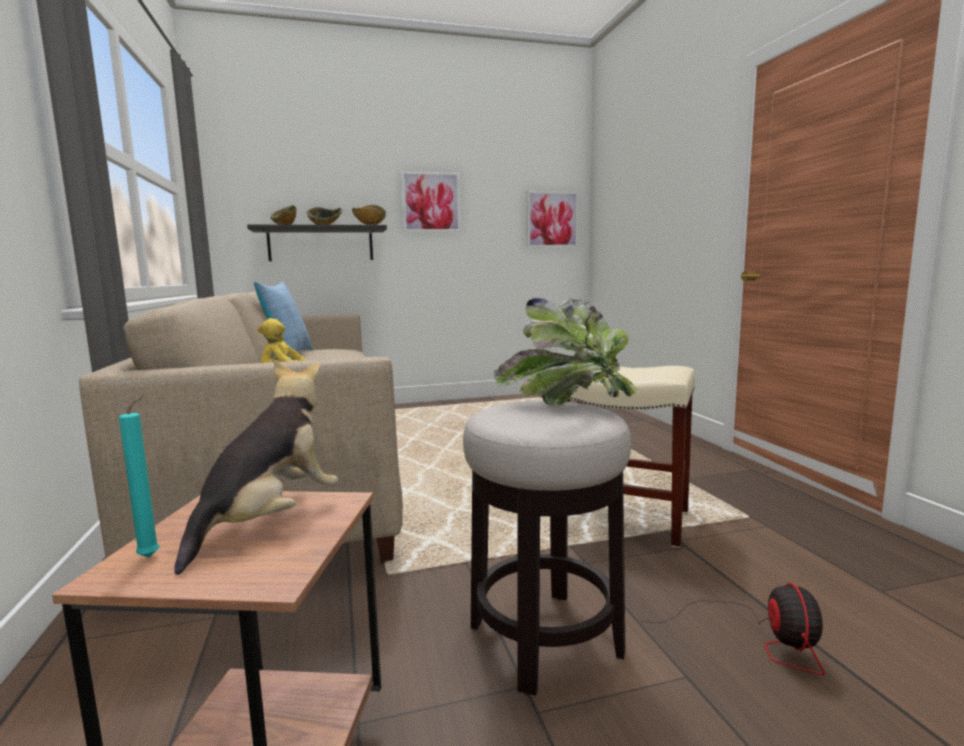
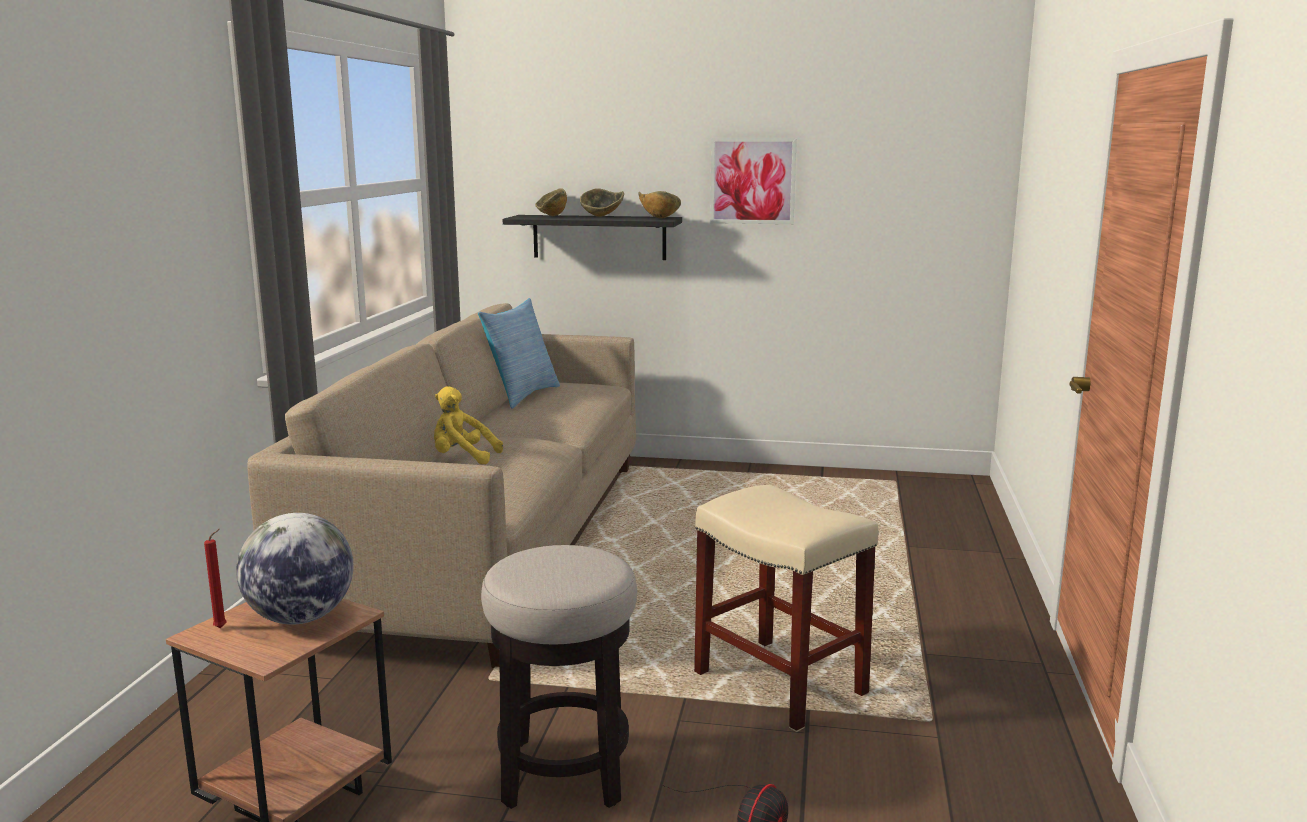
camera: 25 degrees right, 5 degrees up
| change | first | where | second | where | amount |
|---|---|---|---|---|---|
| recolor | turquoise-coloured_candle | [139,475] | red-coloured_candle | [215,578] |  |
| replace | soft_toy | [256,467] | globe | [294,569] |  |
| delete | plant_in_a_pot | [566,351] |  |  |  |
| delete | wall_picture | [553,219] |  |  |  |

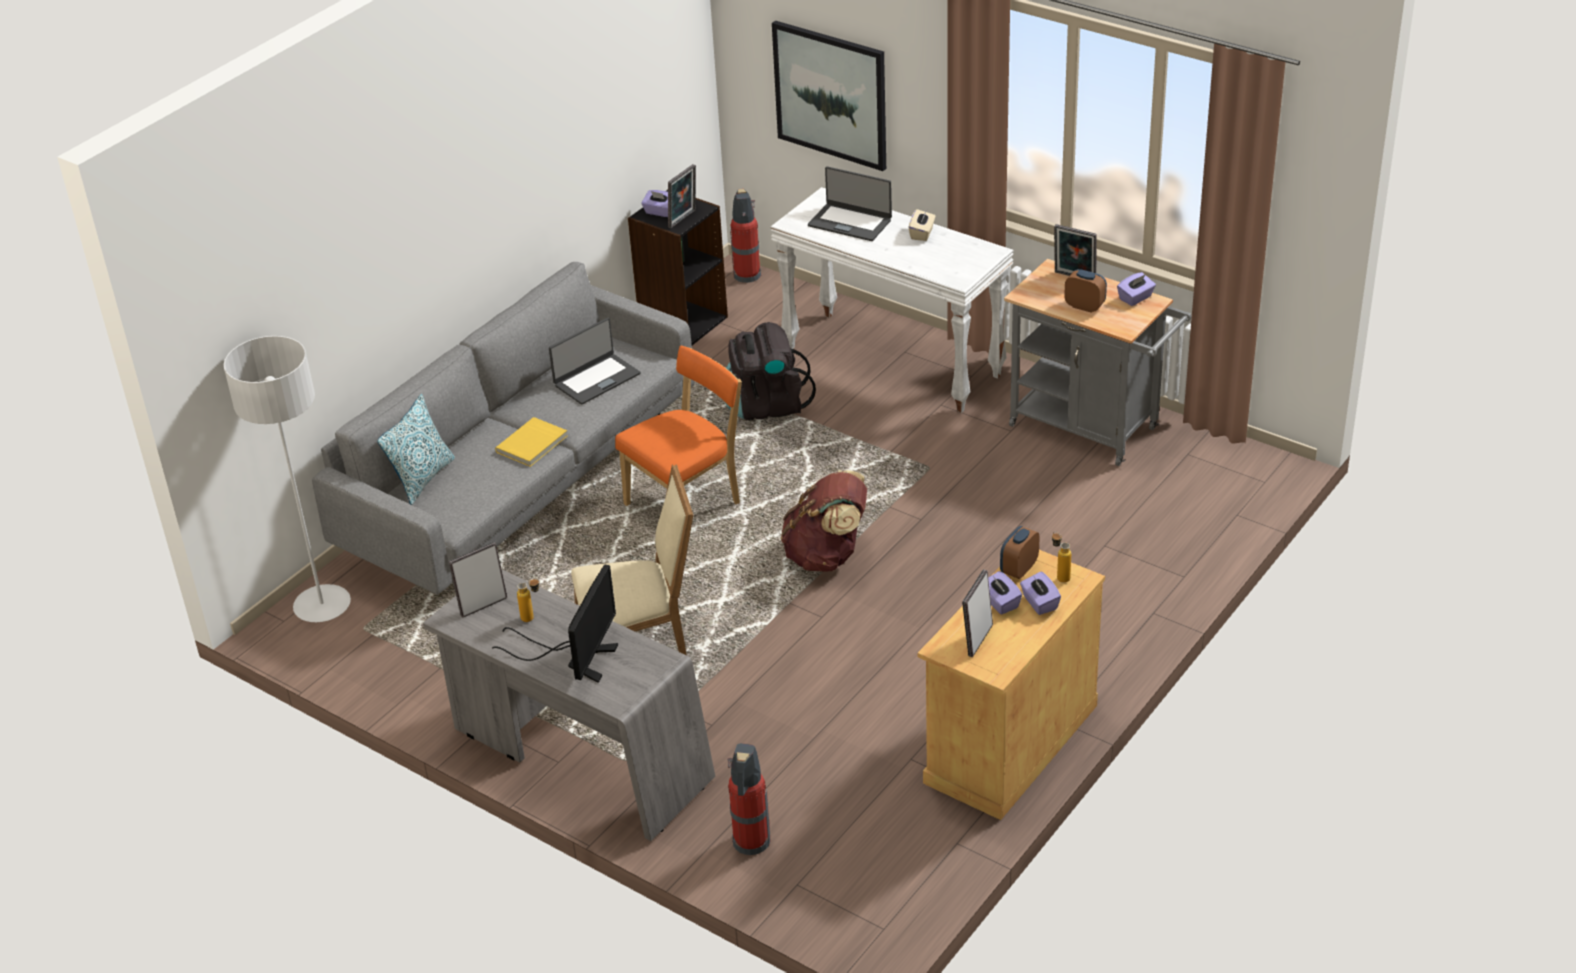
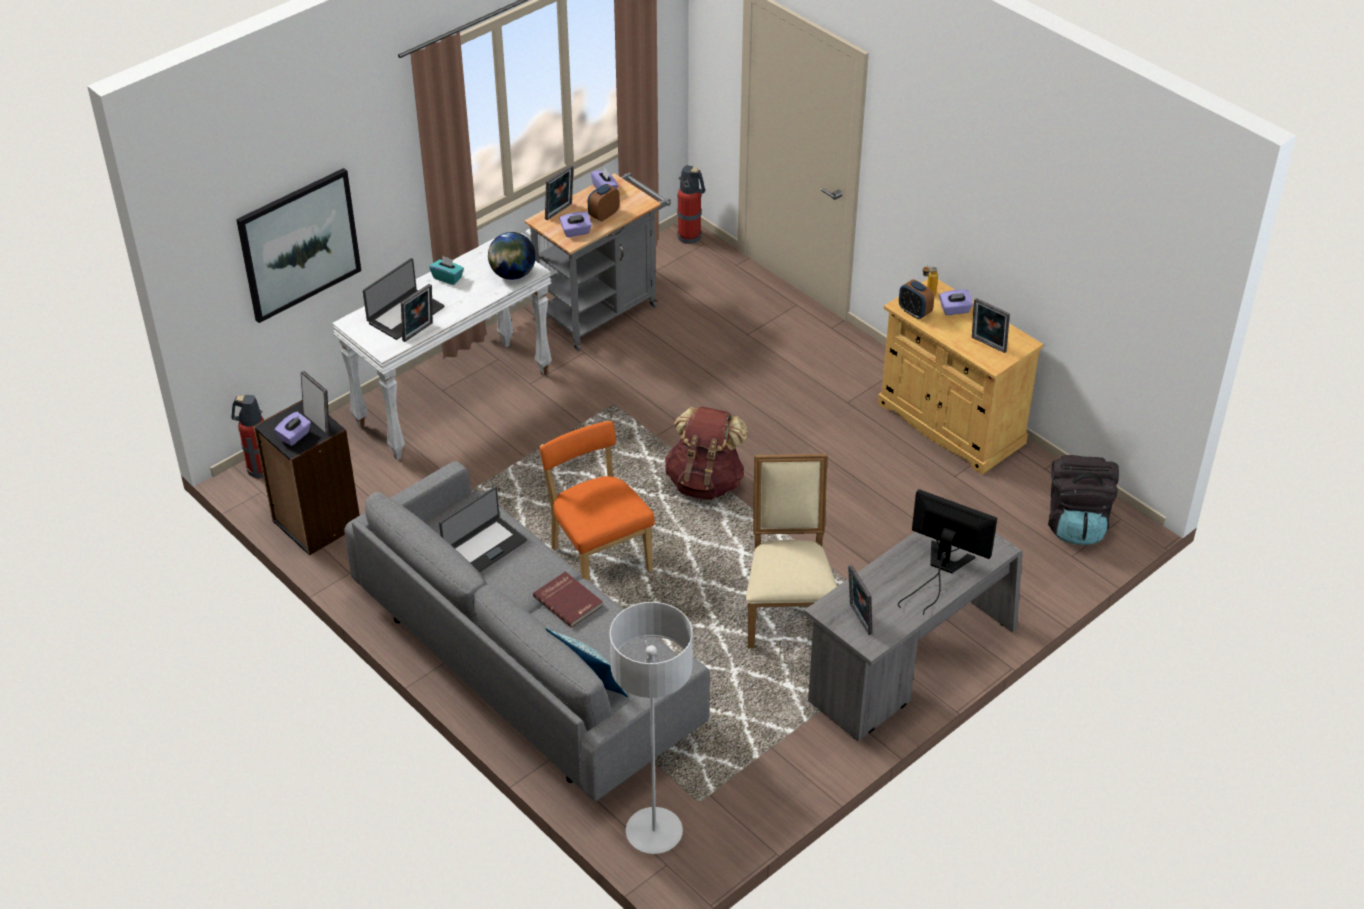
camera: 80 degrees left, 5 degrees up
| change | first | where | second | where | amount |
|---|---|---|---|---|---|
| insert |  |  | photo_frame | [417,312] |  |
| recolor | beige-coloured_tissue_holder | [921,225] | turquoise-coloured_tissue_holder | [446,270] |  |
| rotate | portable_computer | [594,361] |  | [483,529] | 75 degrees clockwise |
| insert |  |  | globe | [512,256] |  |
| recolor | yellow_bound_book | [531,442] | red-coloured_bound_book | [568,599] |  |
| move | purple-coloured_tissue_holder | [1005,593] |  | [576,224] |  |
| move | fire-fighting_cylinder | [748,799] |  | [691,204] |  |
| move | black-coloured_backpack | [770,371] |  | [1083,500] |  |
| delete | beverage_bottle | [528,600] |  |  |  |

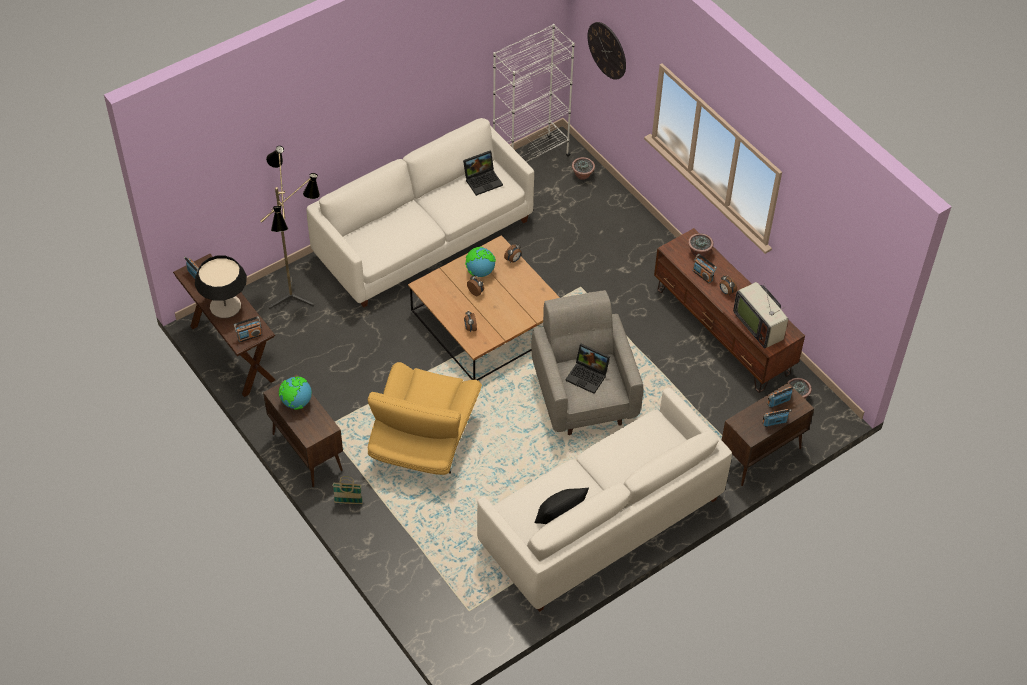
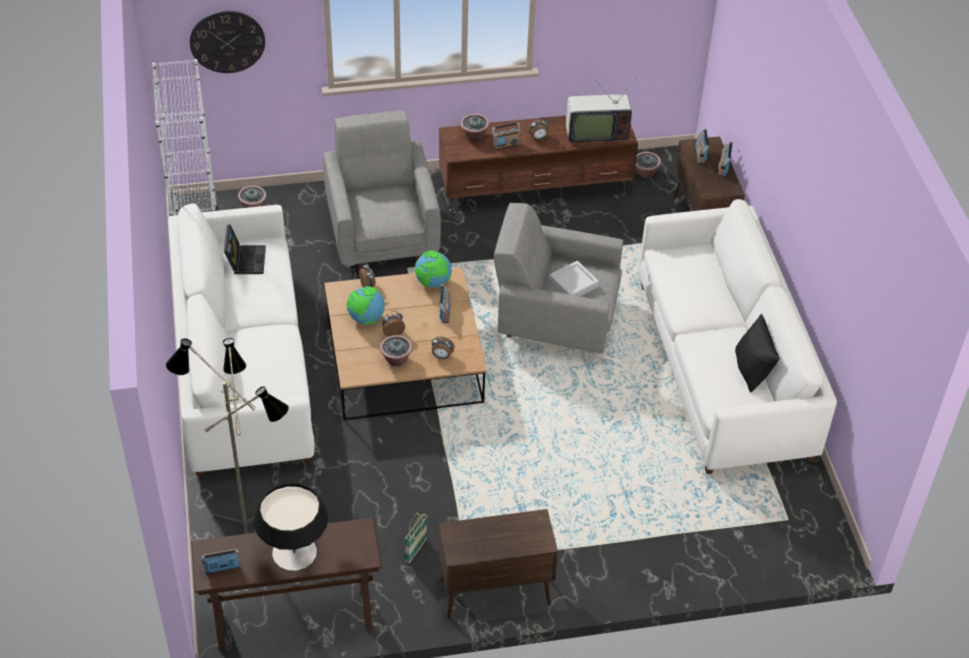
camera: 65 degrees left, 5 degrees down
| change | first | where | second | where | amount |
|---|---|---|---|---|---|
| insert |  |  | greyish_armchair | [382,189] |  |
| insert |  |  | plant_in_a_pot | [396,351] |  |
| move | household_basket | [348,490] |  | [416,538] |  |
| move | globe | [295,393] |  | [433,269] |  |
| move | radio_set | [248,329] |  | [445,303] |  |
| replace | portable_computer | [587,369] | greyish_carrying_tray | [574,278] |  |
| delete | yellow_armchair | [425,418] |  |  |  |

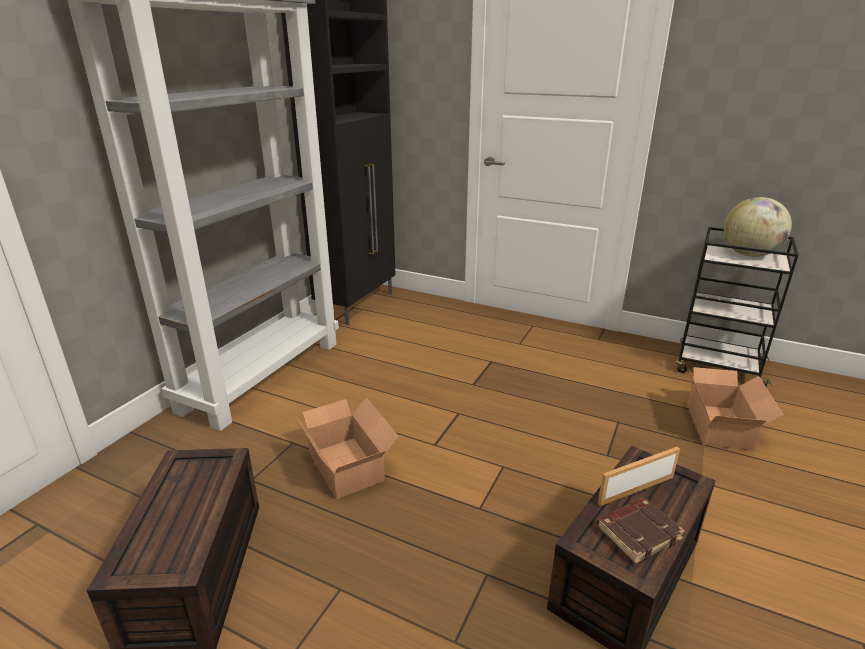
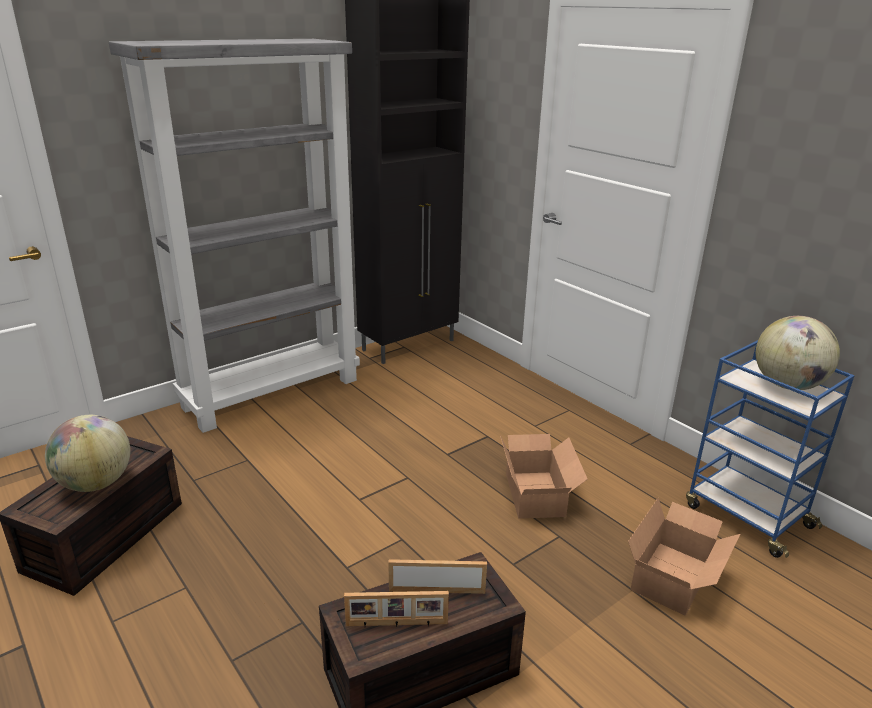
camera: 25 degrees right, 0 degrees up
| change | first | where | second | where | amount |
|---|---|---|---|---|---|
| insert |  |  | globe | [87,453] |  |
| replace | brown-coloured_bound_book | [641,531] | photo_frame | [396,609] |  |
| move | cardboard_box | [347,448] |  | [544,476] |  |
| recolor | black-coloured_trolley | [737,307] | bluish_trolley | [770,449] |  |

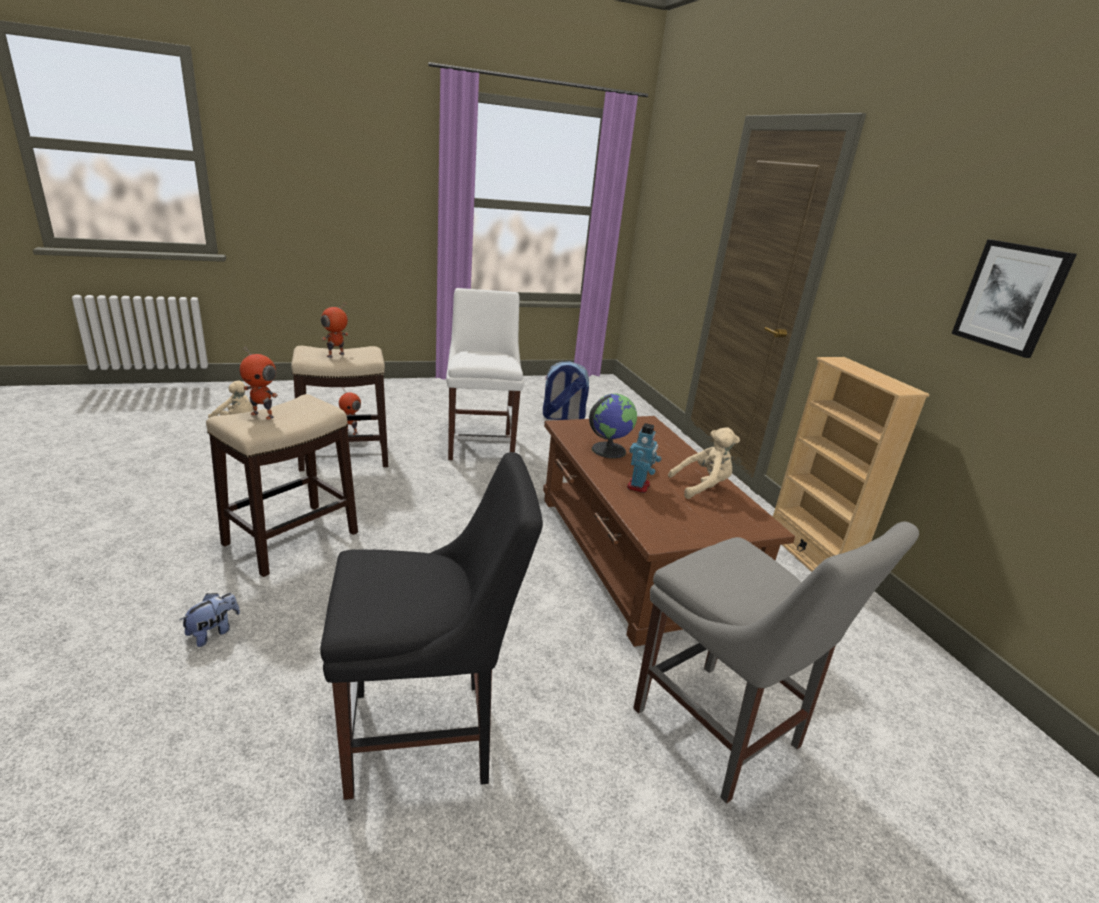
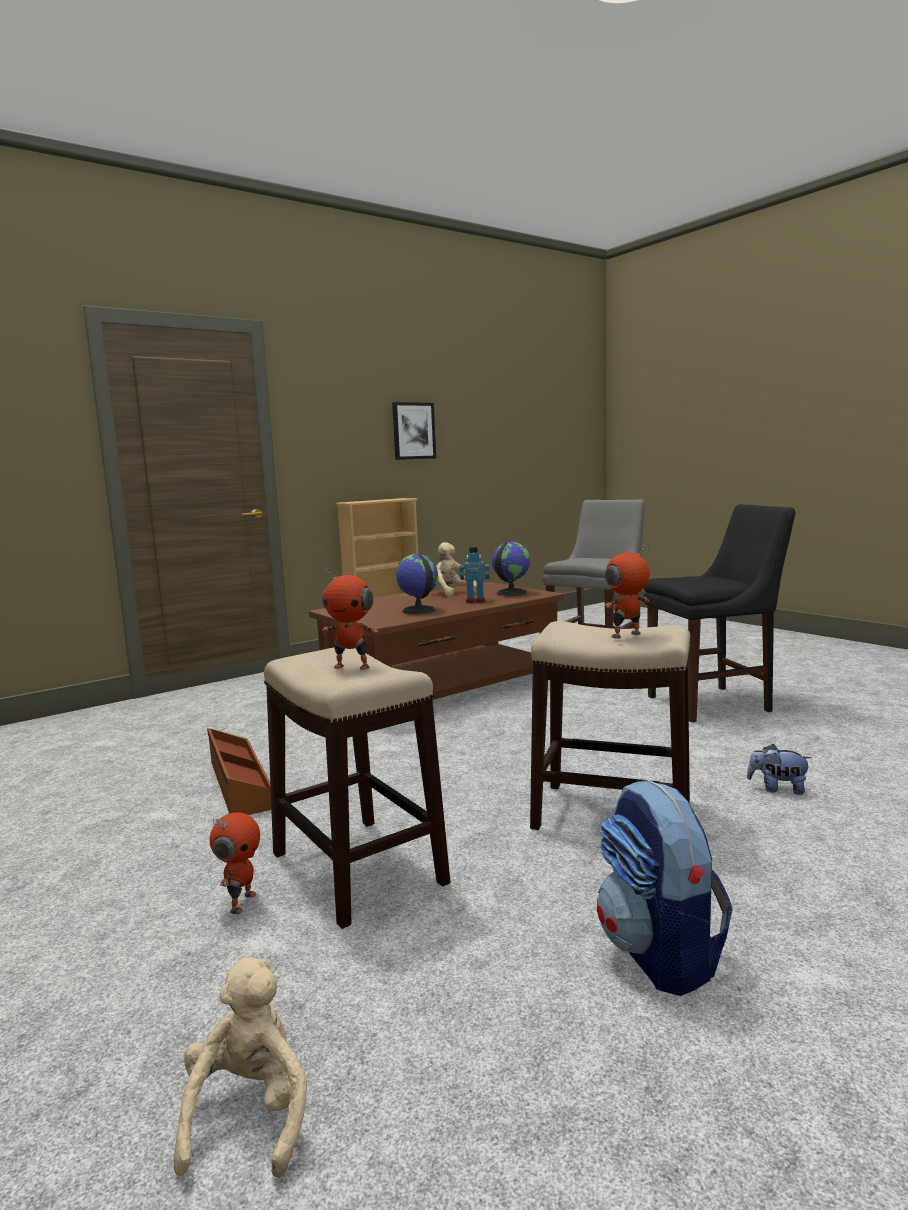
camera: 105 degrees left, 15 degrees down
| change | first | where | second | where | amount |
|---|---|---|---|---|---|
| replace | white_chair | [485,374] | brown-coloured_storage_bin | [239,771] |  |
| insert |  |  | globe | [511,569] |  |
| move | backpack | [566,390] |  | [665,888] |  |
| rotate | model_robot | [259,383] |  | [627,591] | 120 degrees counterclockwise |
| rotate | black-coloured_chair | [431,626] |  | [719,613] | 105 degrees clockwise |

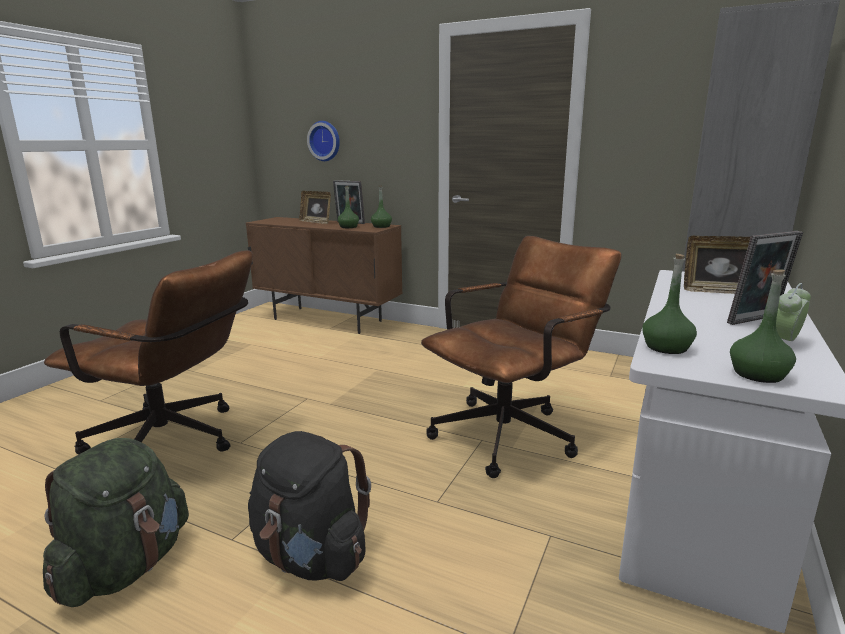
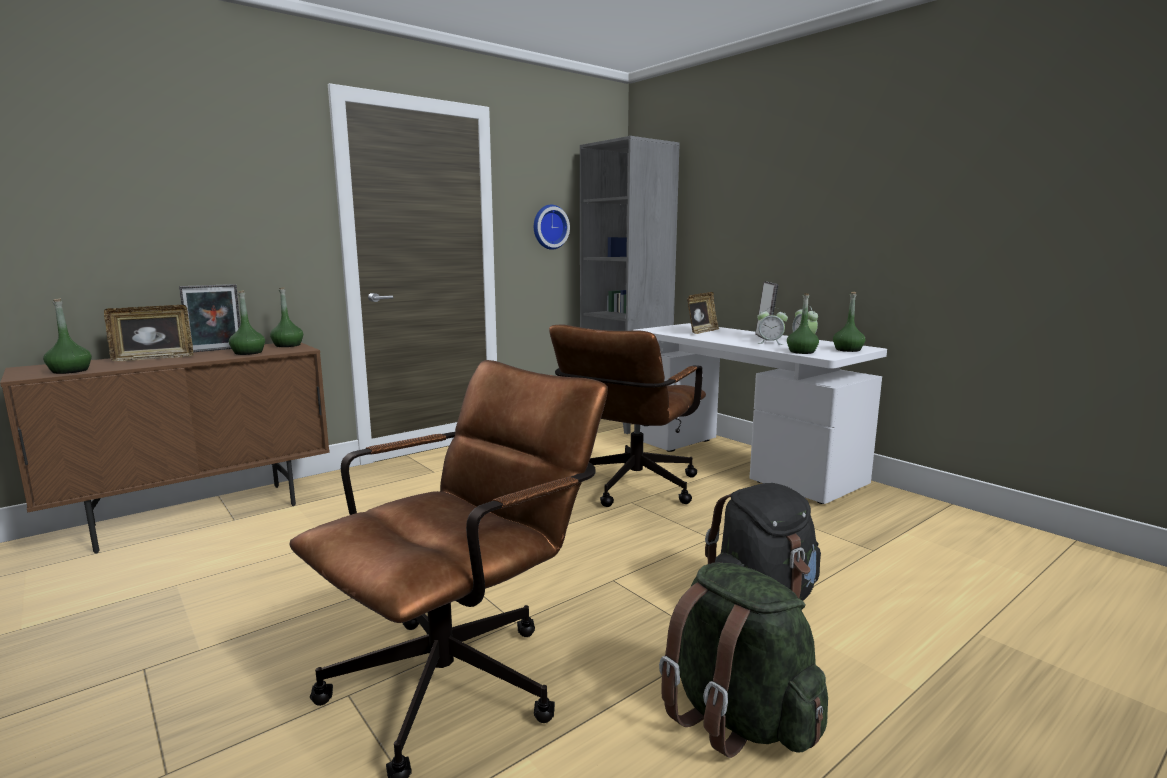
camera: 65 degrees left, 5 degrees down
| change | first | where | second | where | amount |
|---|---|---|---|---|---|
| insert |  |  | green-coloured_beverage_bottle | [67,336] |  |
| move | hanging_clock | [323,141] |  | [552,227] |  |
| rotate | brown-coloured_computer_chair | [521,357] |  | [627,416] | 135 degrees counterclockwise |
| insert |  |  | alarm_clock | [772,326] |  |

